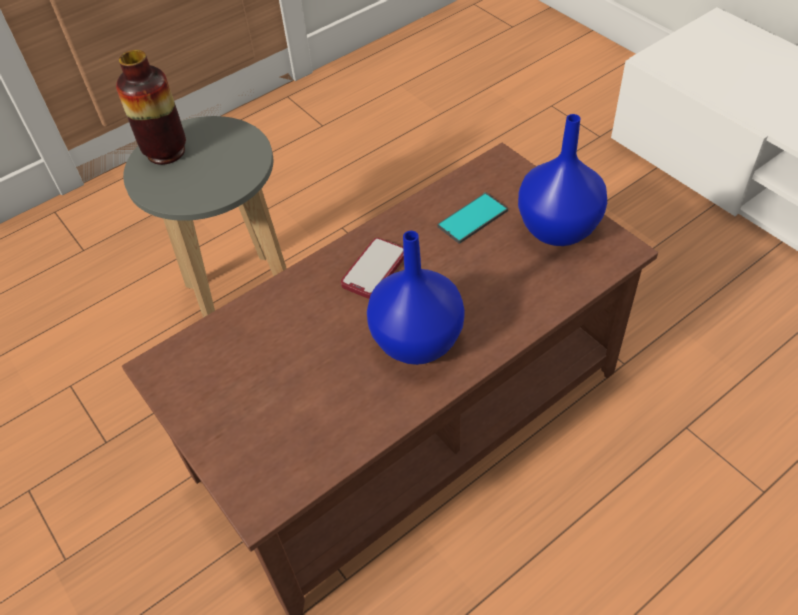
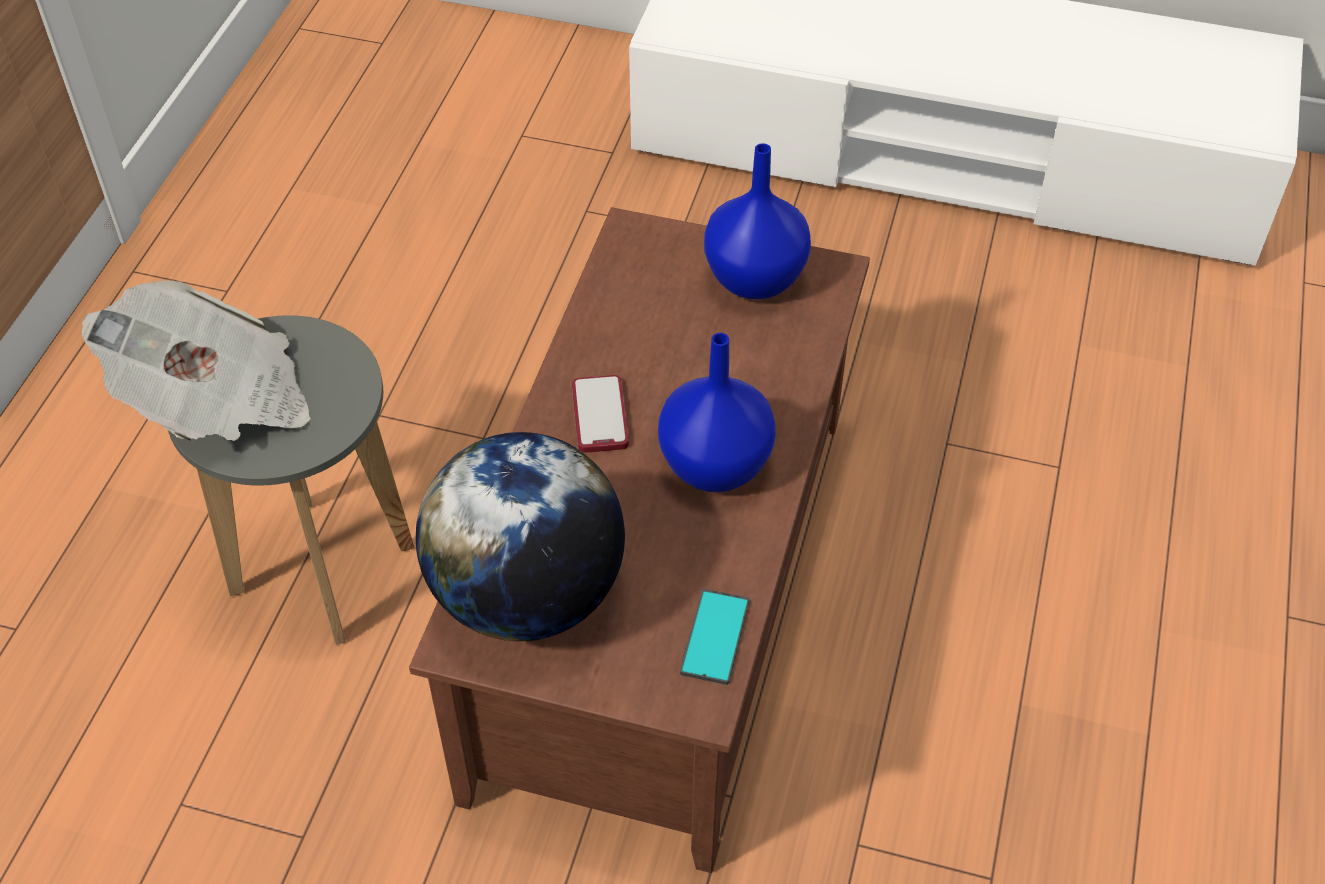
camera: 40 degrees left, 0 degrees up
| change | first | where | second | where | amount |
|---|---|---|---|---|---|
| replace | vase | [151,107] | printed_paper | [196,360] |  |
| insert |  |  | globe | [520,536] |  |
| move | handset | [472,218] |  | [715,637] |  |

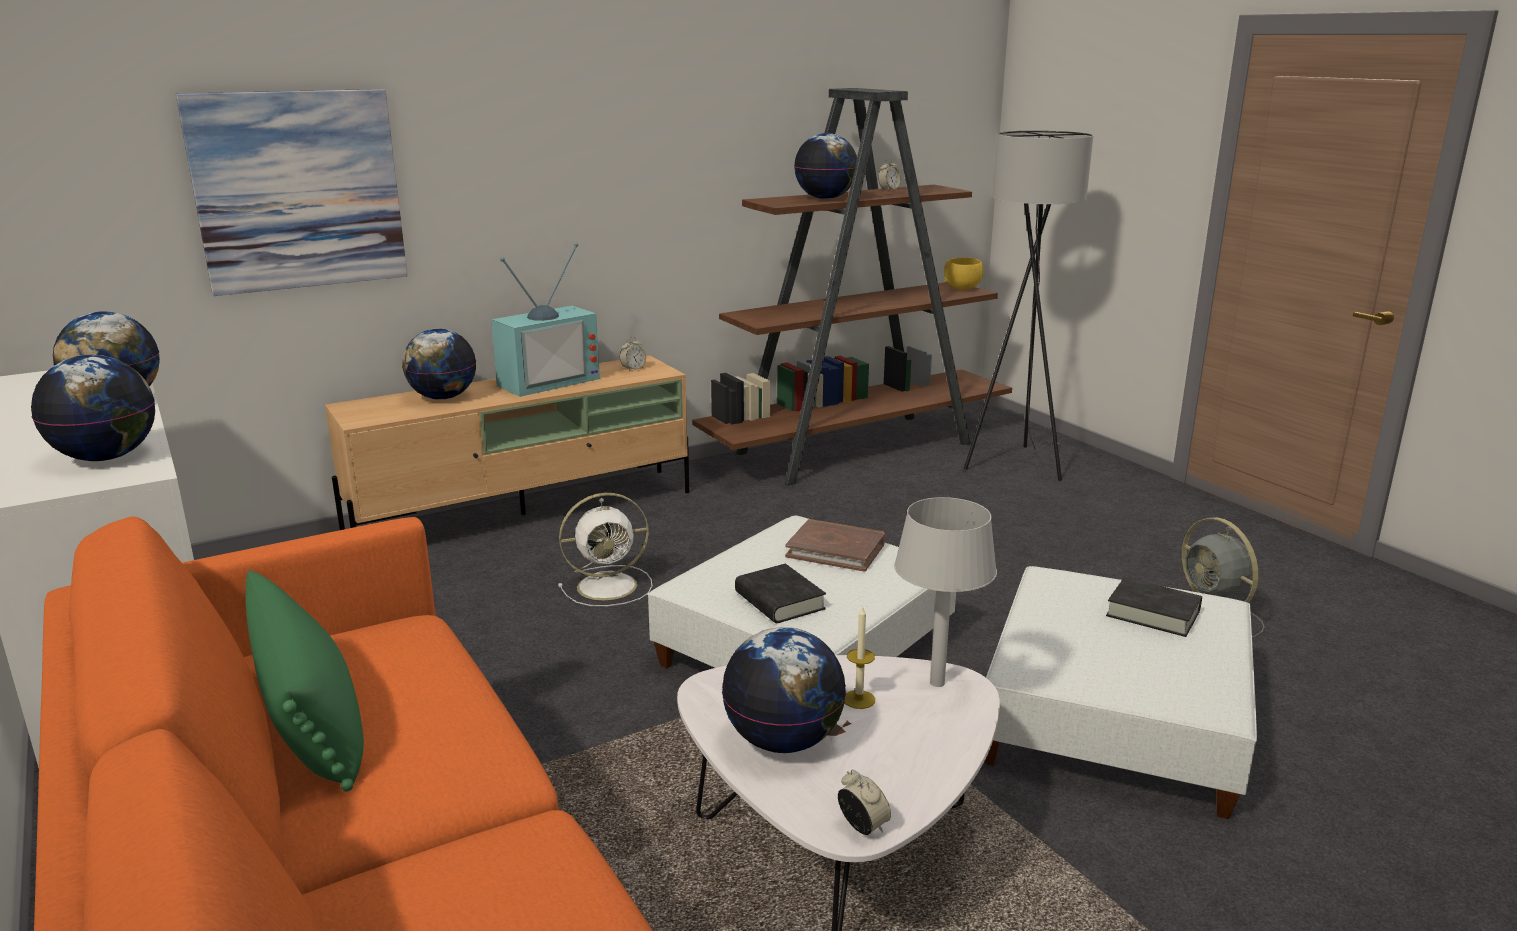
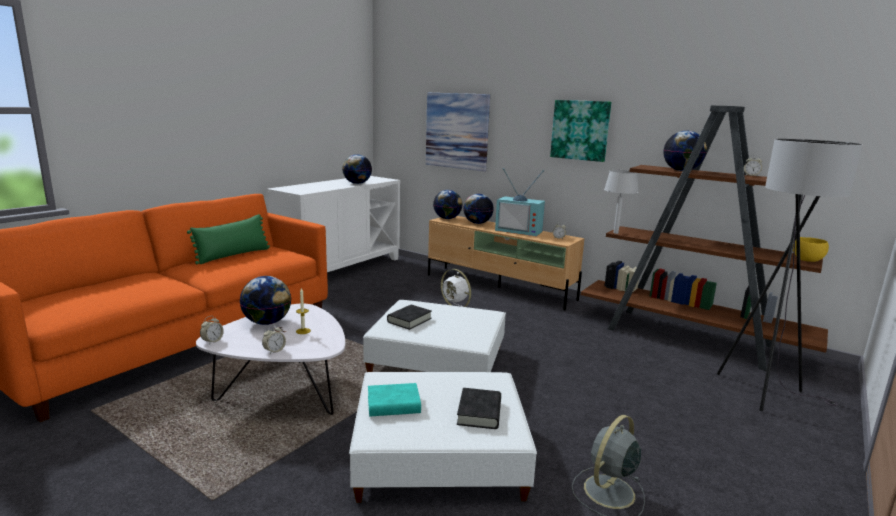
camera: 65 degrees right, 5 degrees down
| change | first | where | second | where | amount |
|---|---|---|---|---|---|
| insert |  |  | alarm_clock | [274,339] |  |
| insert |  |  | turquoise-coloured_bound_book | [394,399] |  |
| move | globe | [93,408] |  | [448,204] |  |
| insert |  |  | wall_picture | [581,131] |  |
| move | greyish_tabletop_lamp | [945,592] |  | [621,202] |  |
| delete | brown-coloured_bound_book | [835,545] |  |  |  |

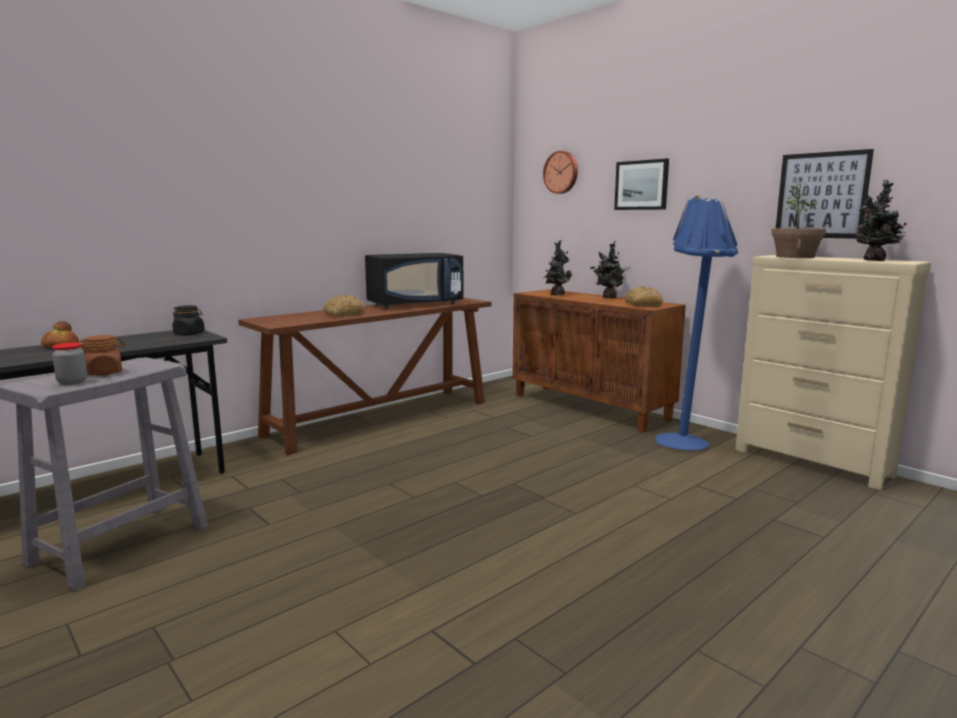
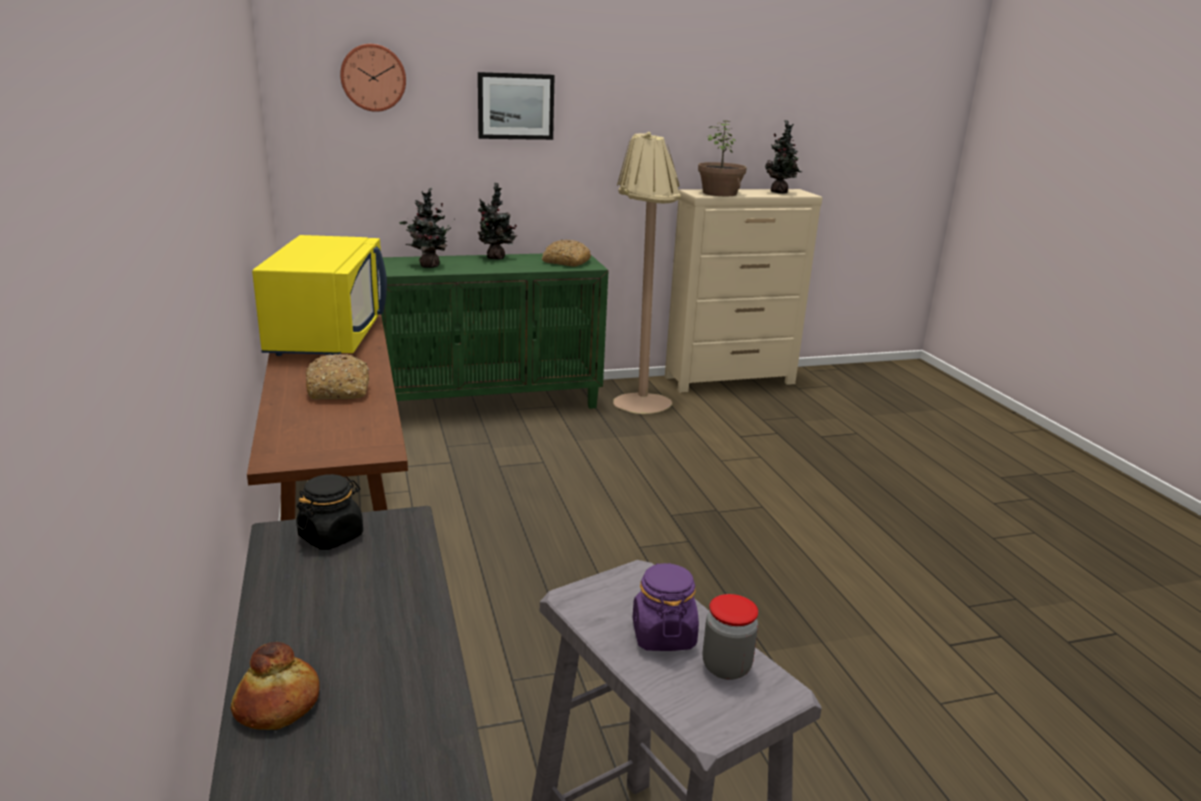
camera: 65 degrees left, 10 degrees up
| change | first | where | second | where | amount |
|---|---|---|---|---|---|
| recolor | black-coloured_kitchen_microwave | [414,281] | yellow_kitchen_microwave | [319,295] |  |
| recolor | brown-coloured_cabinet | [599,360] | green-coloured_cabinet | [495,331] |  |
| recolor | bluish_standing_lamp | [697,322] | beige-coloured_standing_lamp | [647,273] |  |
| recolor | brown-coloured_storage_jar | [102,355] | purple-coloured_storage_jar | [666,607] |  |
| delete | wall_picture | [825,194] |  |  |  |

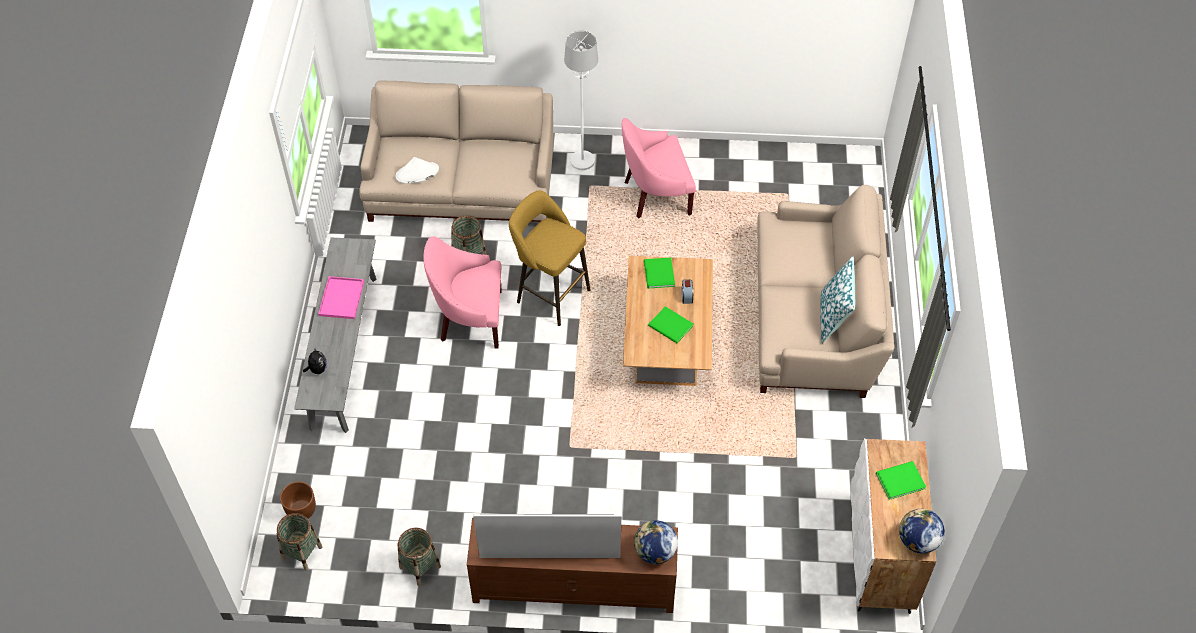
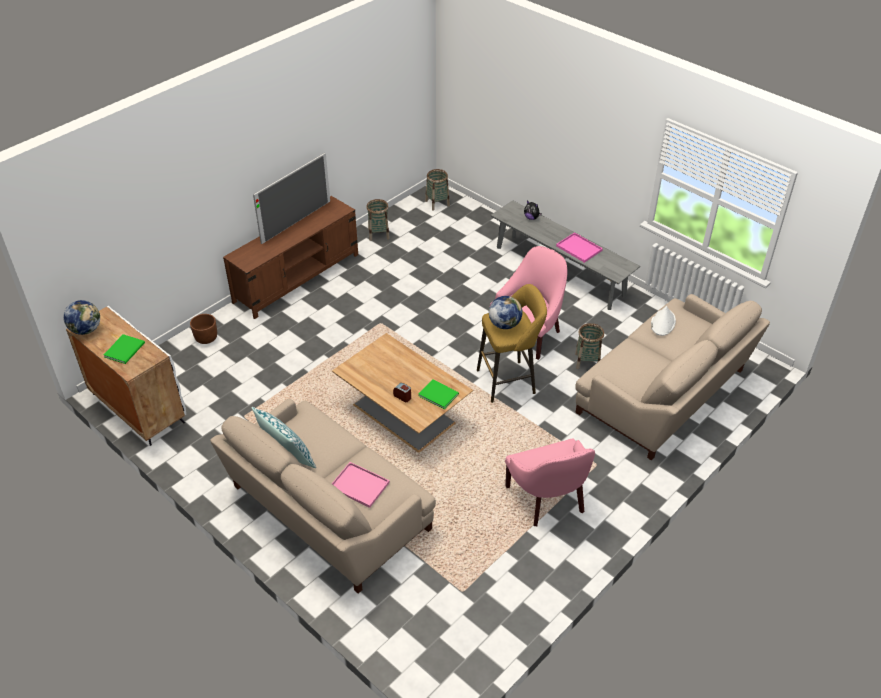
camera: 130 degrees right, 10 degrees down
| change | first | where | second | where | amount |
|---|---|---|---|---|---|
| move | brown-coloured_plant_pot | [298,500] |  | [203,329] |  |
| insert |  |  | pink-coloured_carrying_tray | [361,485] |  |
| move | globe | [656,542] |  | [506,312] |  |
| rotate | pink-coloured_armchair | [659,168] |  | [550,482] | 135 degrees clockwise |
| delete | white_standing_lamp | [581,100] |  |  |  |
| delete | green-coloured_bound_book | [670,324] |  |  |  |

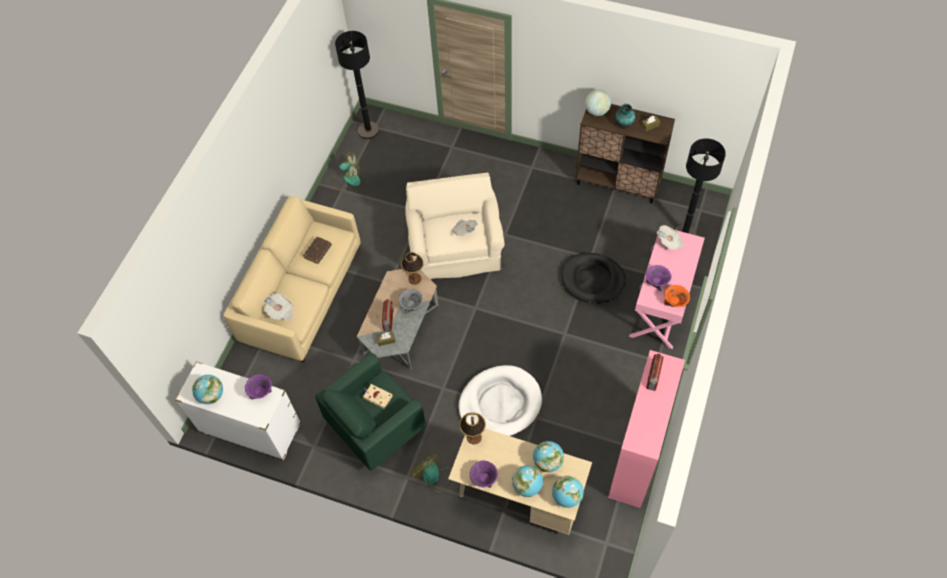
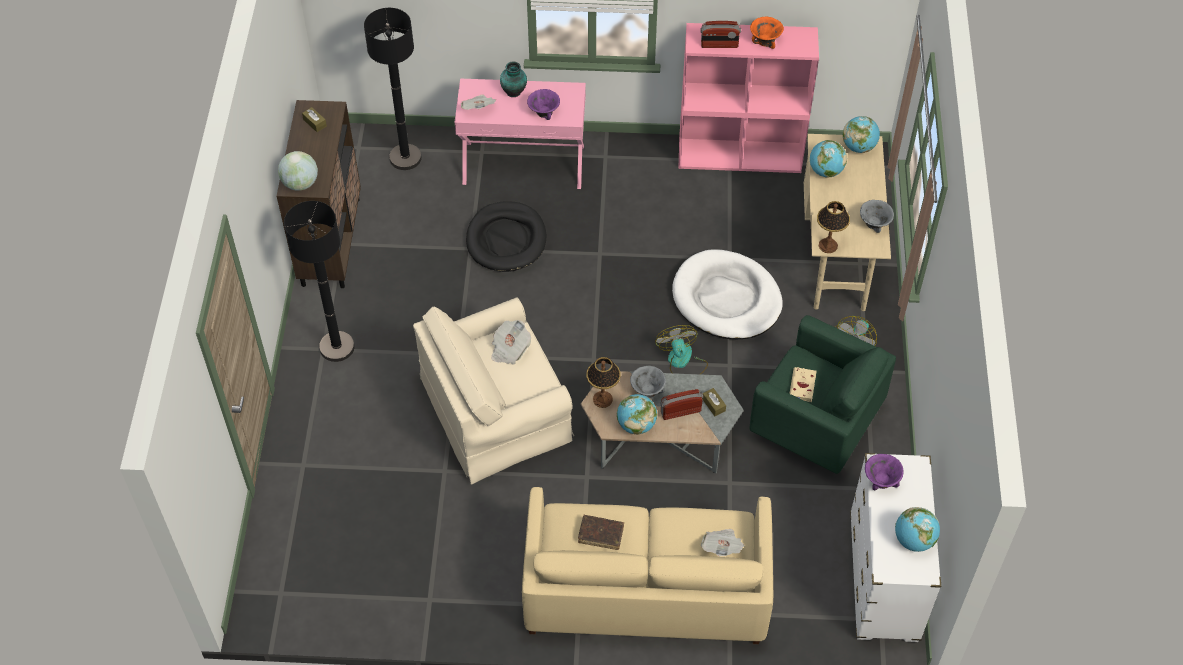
camera: 110 degrees left, 5 degrees down
| change | first | where | second | where | amount |
|---|---|---|---|---|---|
| move | black-coloured_standing_lamp | [357,85] |  | [319,281] |  |
| move | vase | [625,116] |  | [513,79] |  |
| move | globe | [527,481] |  | [637,414] |  |
| move | cooling_fan | [347,172] |  | [681,350] |  |
| move | orangey_deep_dish | [677,296] |  | [767,33] |  |
| recolor | purple-coloured_deep_dish | [484,474] | greyish_deep_dish | [877,216] |  |

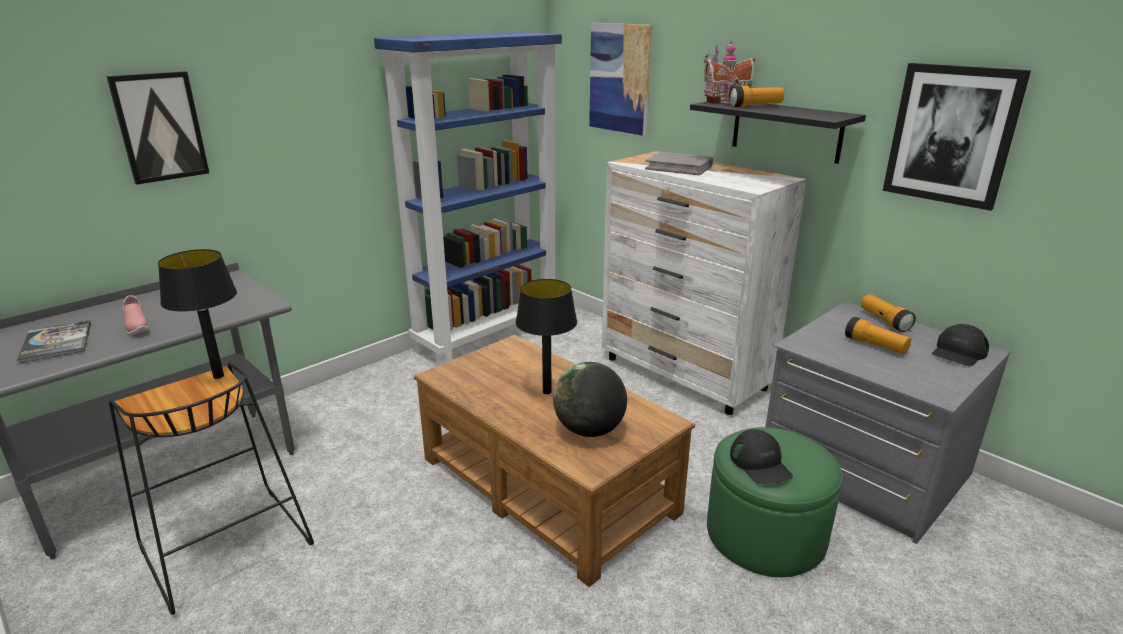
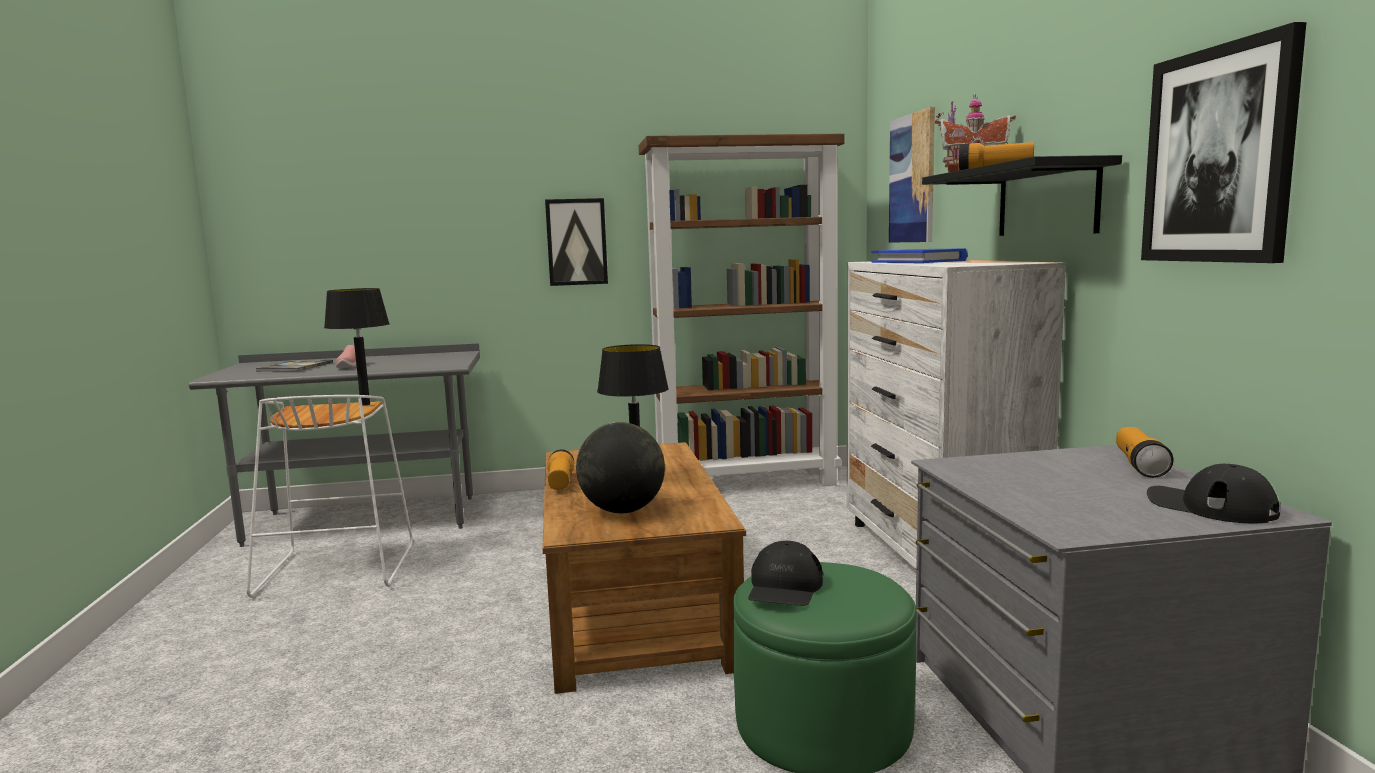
camera: 35 degrees right, 15 degrees down
| change | first | where | second | where | amount |
|---|---|---|---|---|---|
| recolor | black-coloured_stool | [211,488] | white_stool | [329,496] |  |
| move | wall_picture | [157,128] |  | [576,242] |  |
| move | torch | [878,335] |  | [560,469] |  |
| recolor | bluish_bookshelf | [468,199] | brown-coloured_bookshelf | [742,309] |  |
| recolor | greyish_bound_book | [679,163] | bluish_bound_book | [920,255] |  |
| rotate | black-coloured_peaked_cap | [960,345] |  | [1213,493] | 60 degrees clockwise |

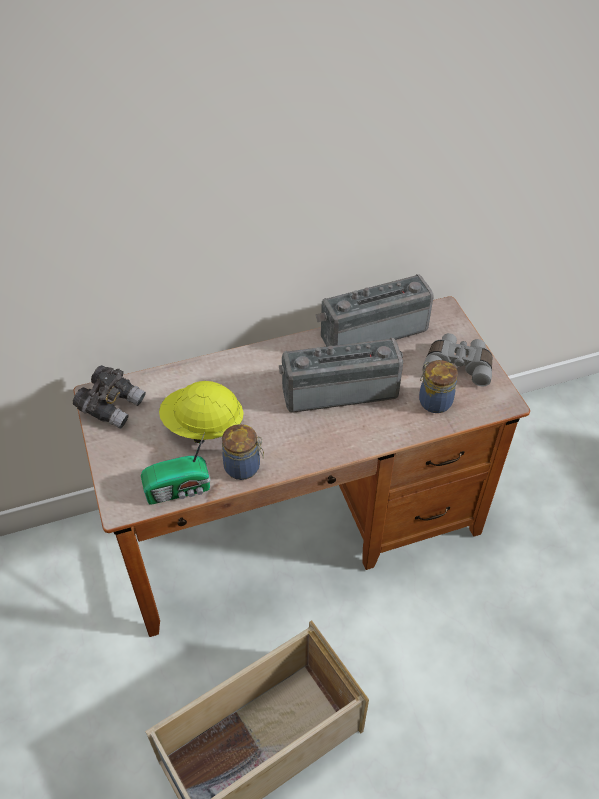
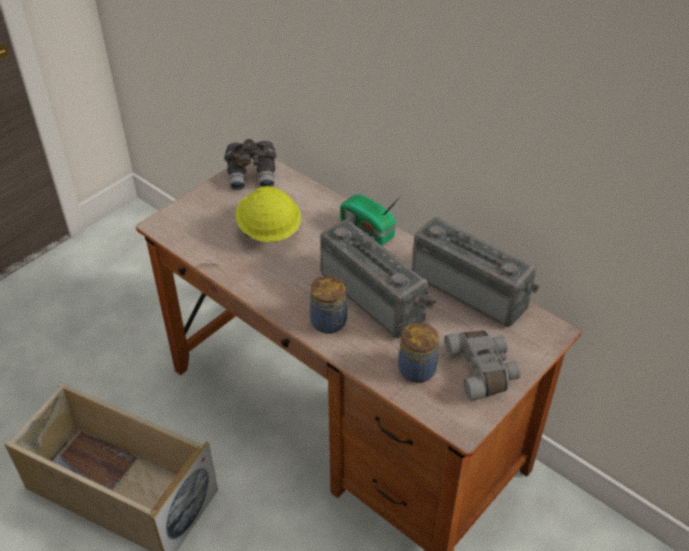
camera: 60 degrees right, 5 degrees down
| change | first | where | second | where | amount |
|---|---|---|---|---|---|
| move | storage_jar | [243,452] |  | [328,305] |  |
| move | radio_set | [176,468] |  | [371,220] |  |

